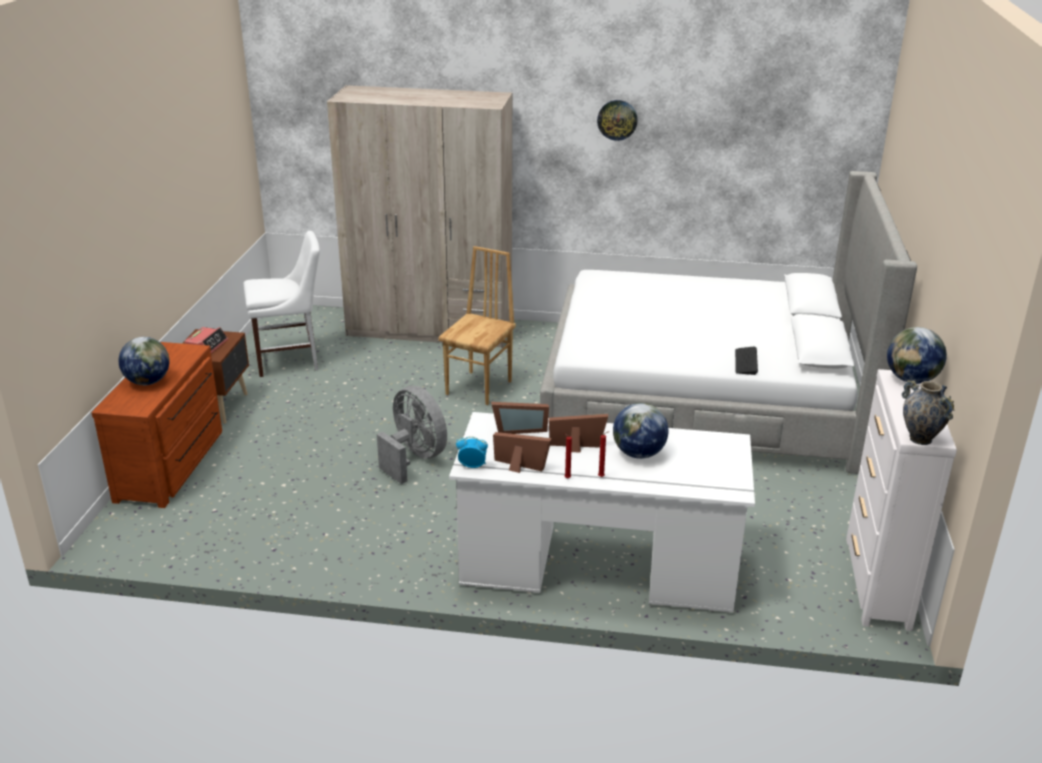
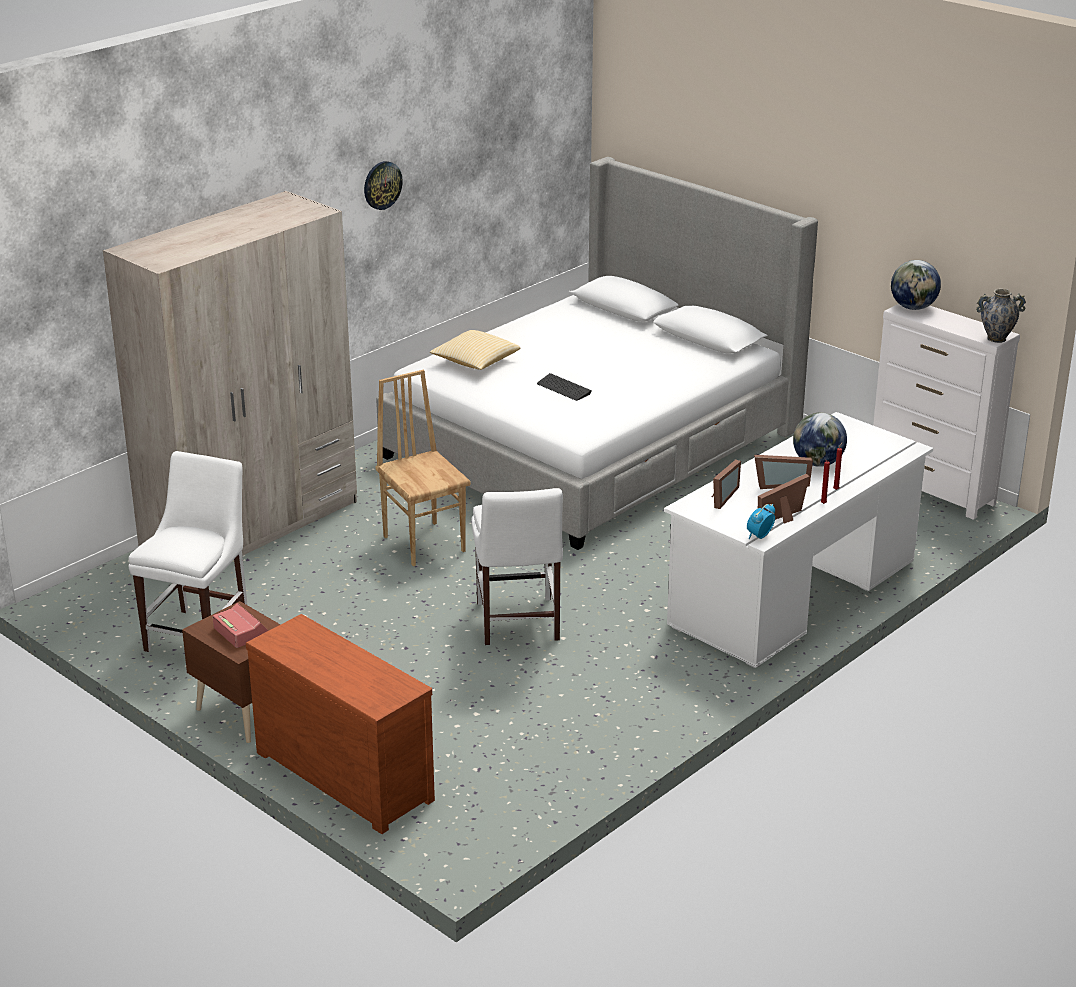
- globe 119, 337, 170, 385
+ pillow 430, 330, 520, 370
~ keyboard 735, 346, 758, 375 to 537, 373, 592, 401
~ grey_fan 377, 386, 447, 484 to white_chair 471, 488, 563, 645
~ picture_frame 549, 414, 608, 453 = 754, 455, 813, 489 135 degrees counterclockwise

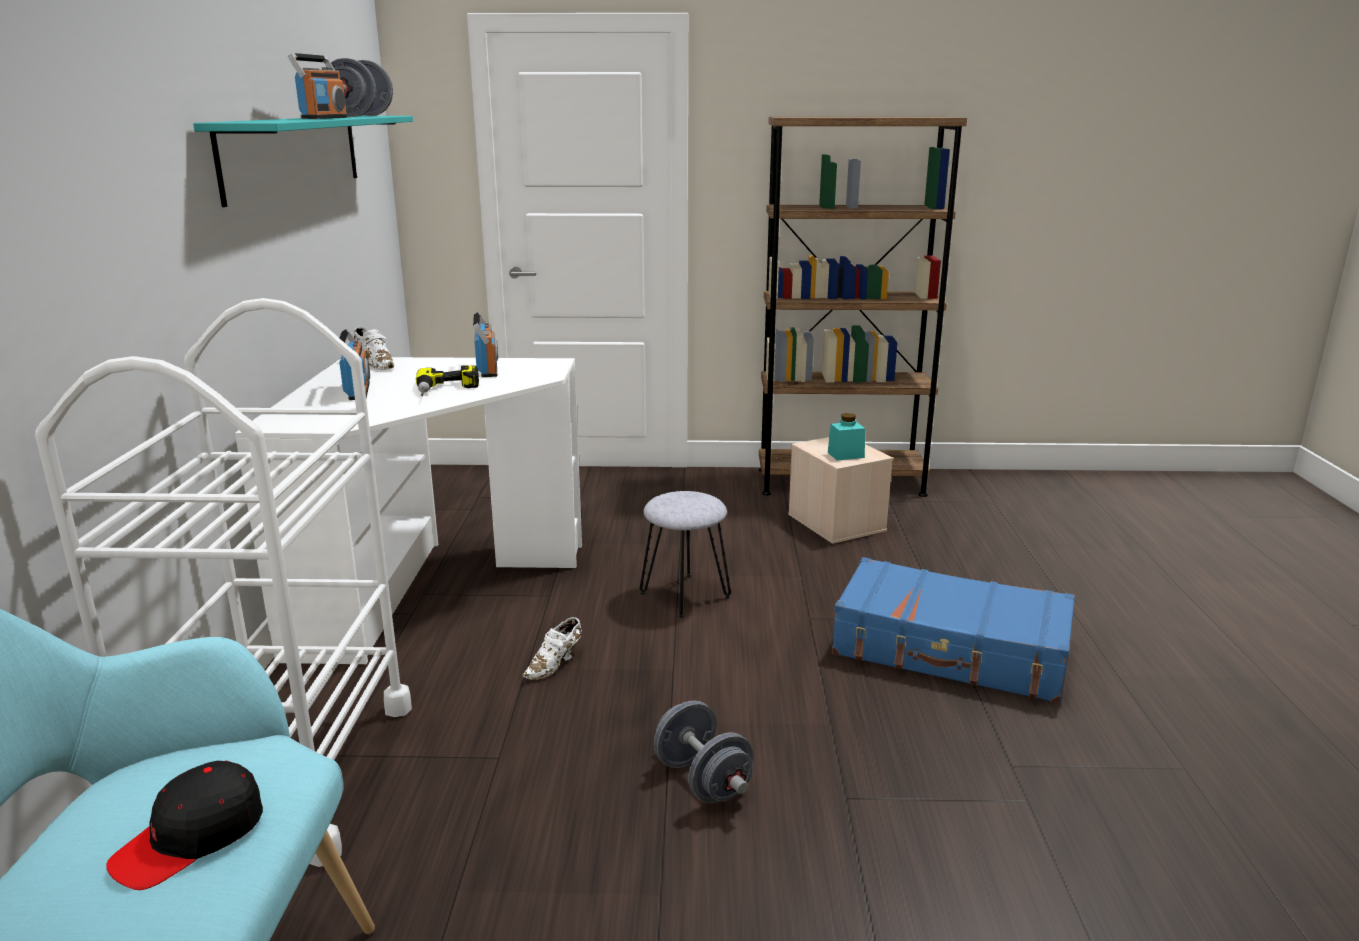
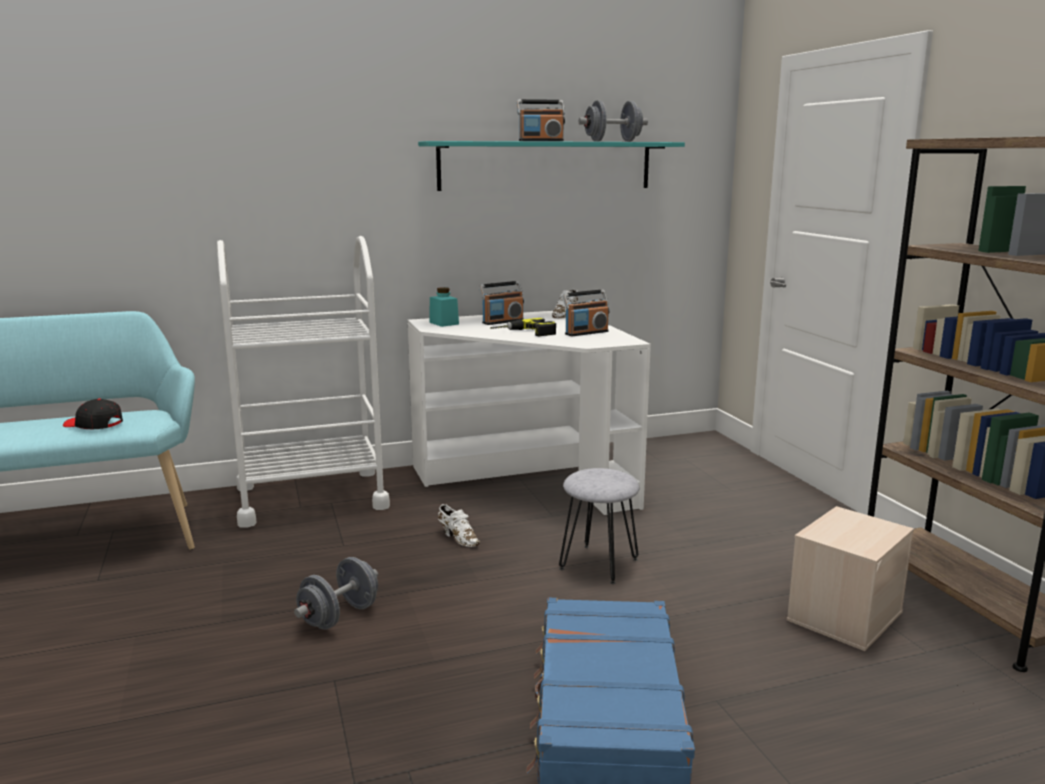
~ turquoise_jar 828, 413, 865, 461 to 429, 287, 459, 327
~ white_shoe 522, 617, 582, 680 = 438, 504, 480, 547 150 degrees counterclockwise

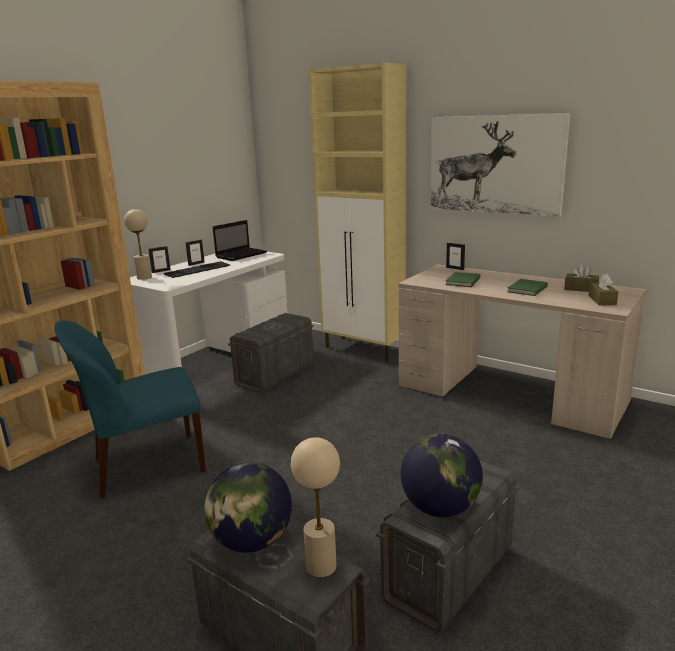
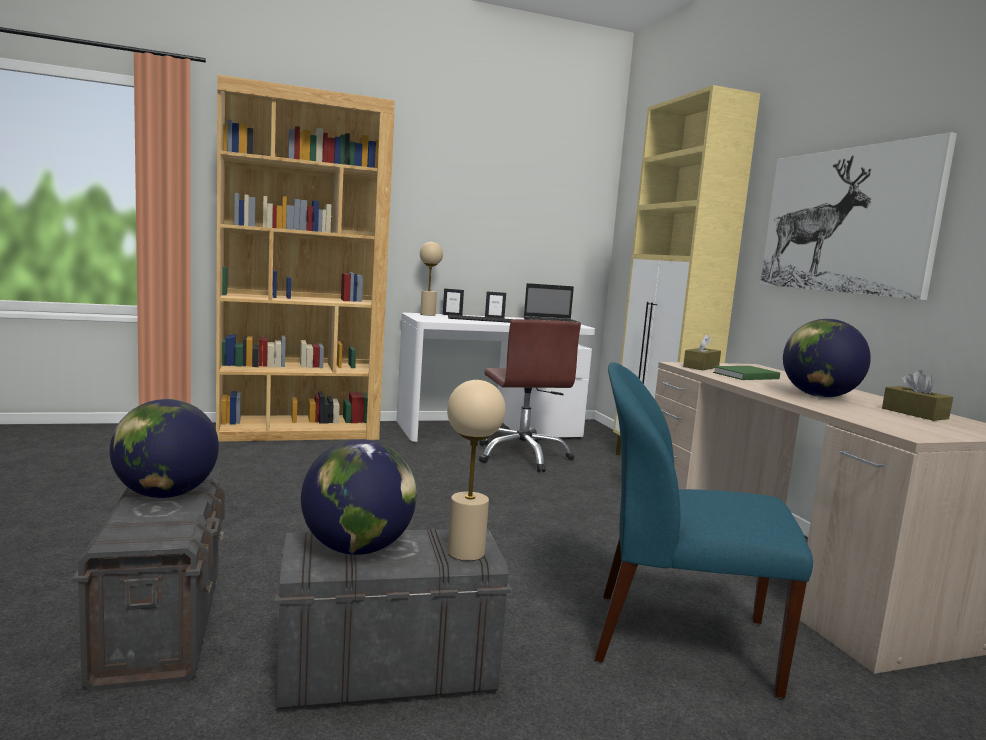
- picture_frame 446, 243, 465, 270
~ blue_chair 54, 321, 206, 498 to 595, 362, 813, 698
~ beige_table_lamp 291, 437, 340, 578 to 447, 380, 506, 561
~ brown_tissue_box 588, 274, 618, 305 to 683, 334, 721, 370
~ grey_storage_box 228, 313, 314, 393 to brown_office_chair 479, 319, 581, 472
~ green_book 507, 279, 548, 296 to globe 783, 319, 871, 398

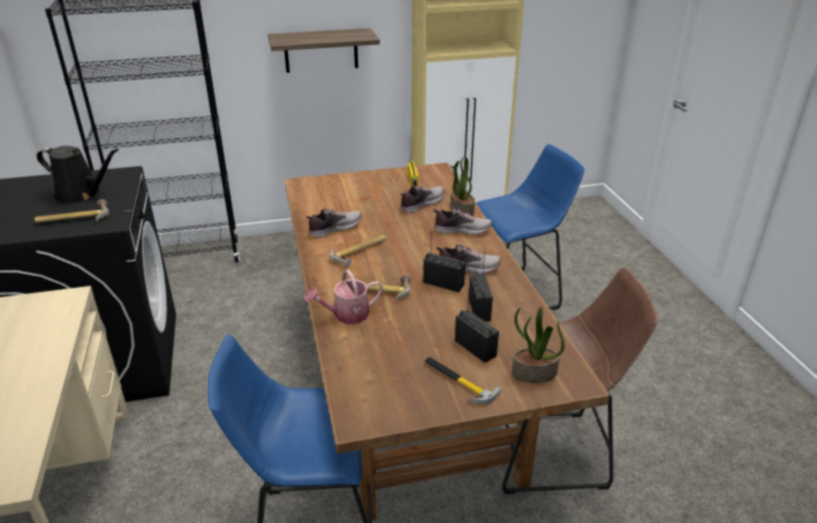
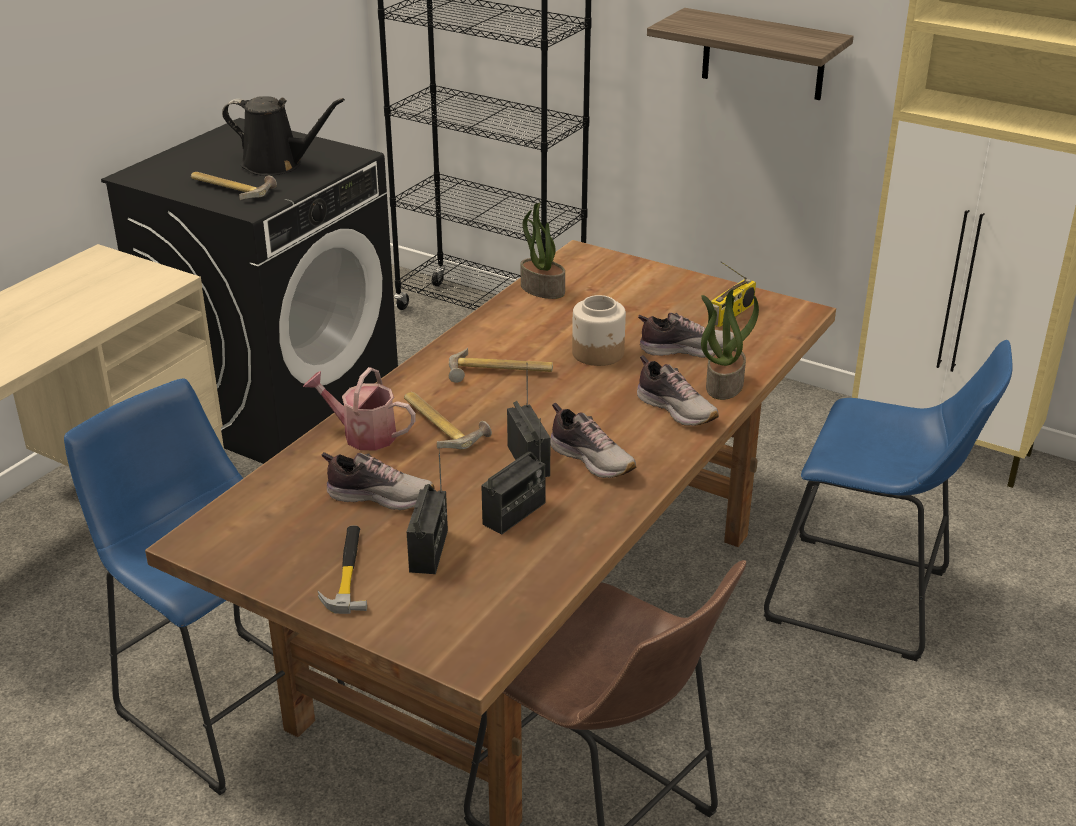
+ jar 572, 295, 626, 366
~ shoe 306, 209, 362, 238 to 322, 452, 434, 510
~ potted_plant 512, 307, 565, 383 to 521, 202, 565, 299
~ black_watering_can 37, 146, 119, 204 = 222, 96, 345, 176 45 degrees counterclockwise

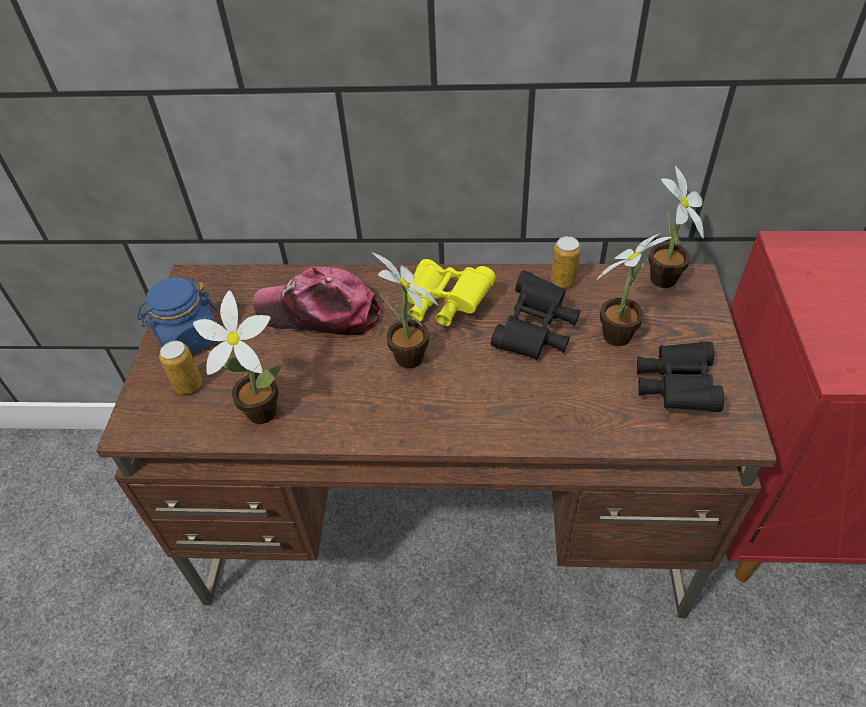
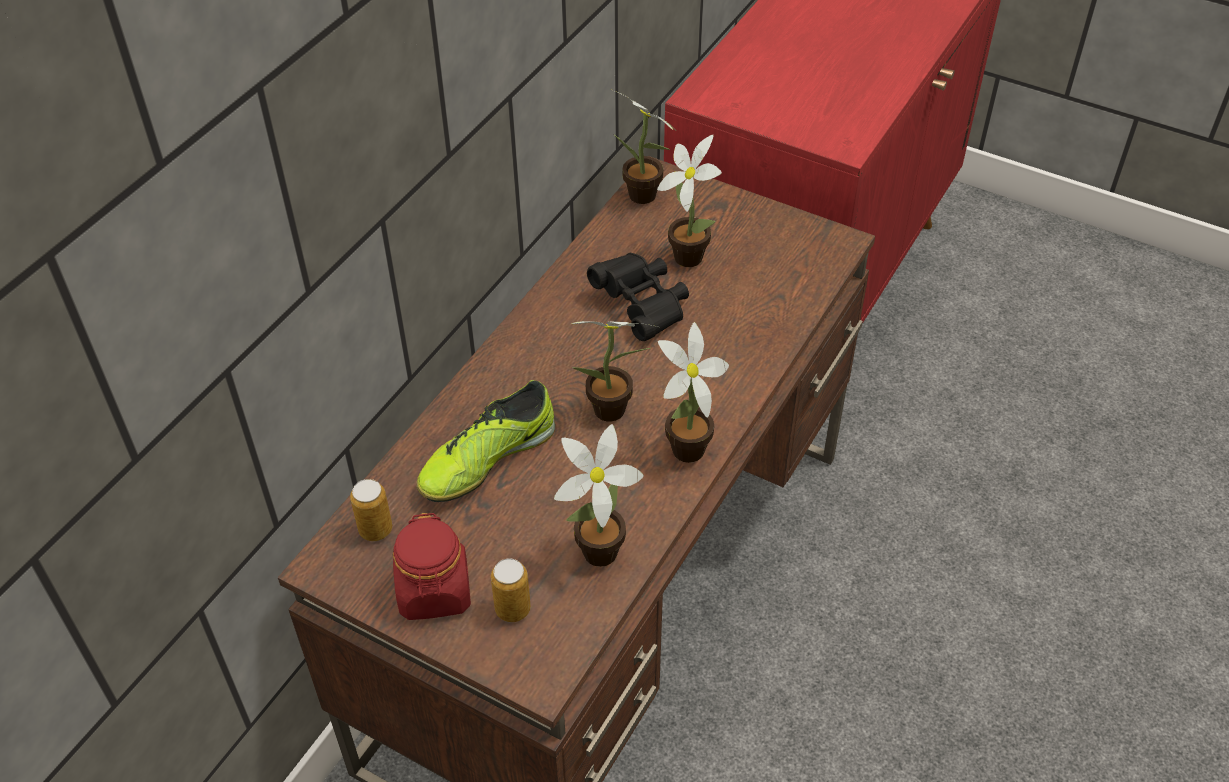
- yellow_binoculars 407, 259, 496, 326
- black_binoculars 637, 341, 724, 412
+ potted_plant 658, 322, 729, 463
~ can 551, 236, 581, 288 to 350, 479, 392, 541
~ cap 253, 266, 380, 336 to shoe 417, 380, 555, 502
~ blue_jar 137, 277, 217, 354 to red_jar 393, 513, 471, 620

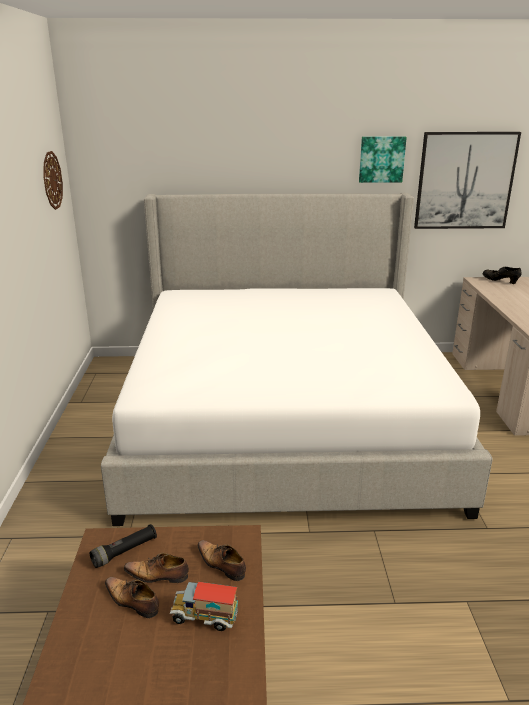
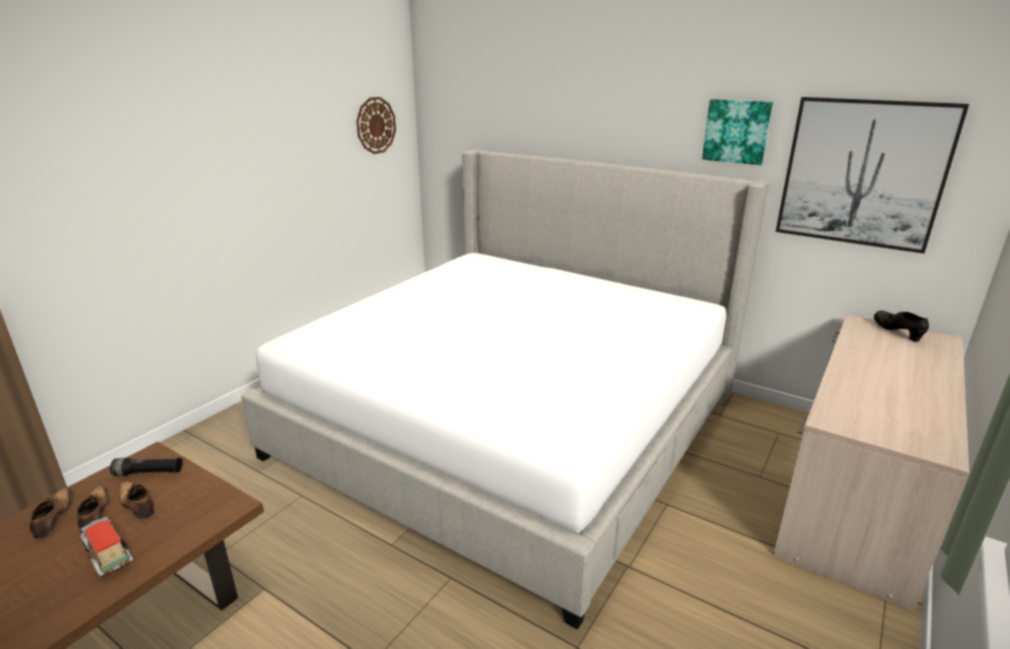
~ shoe 197, 540, 246, 581 to 30, 488, 72, 539

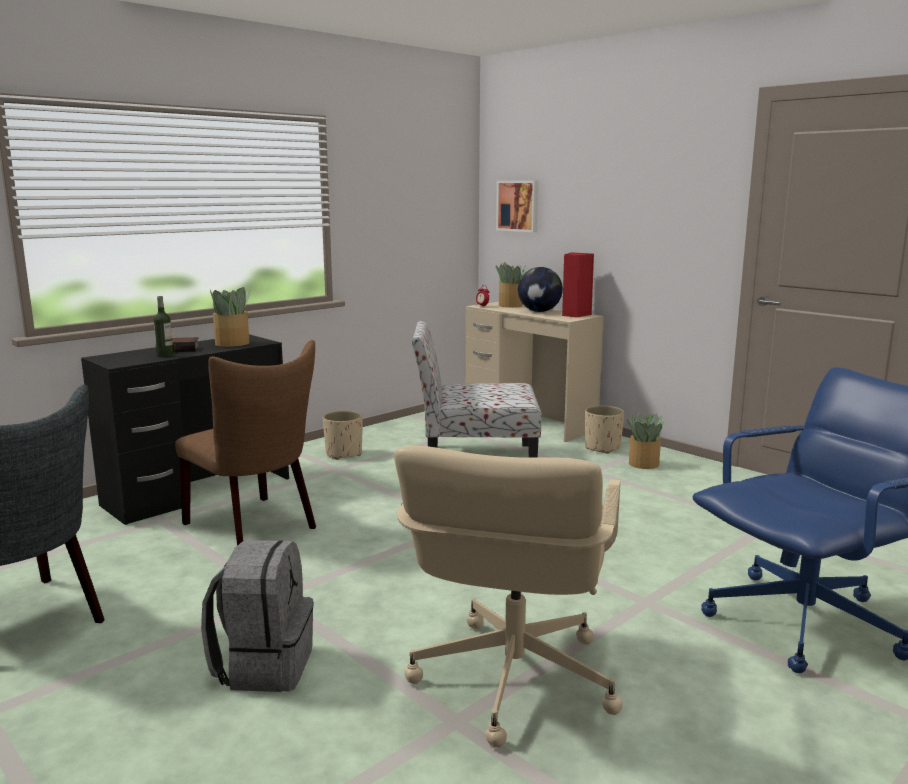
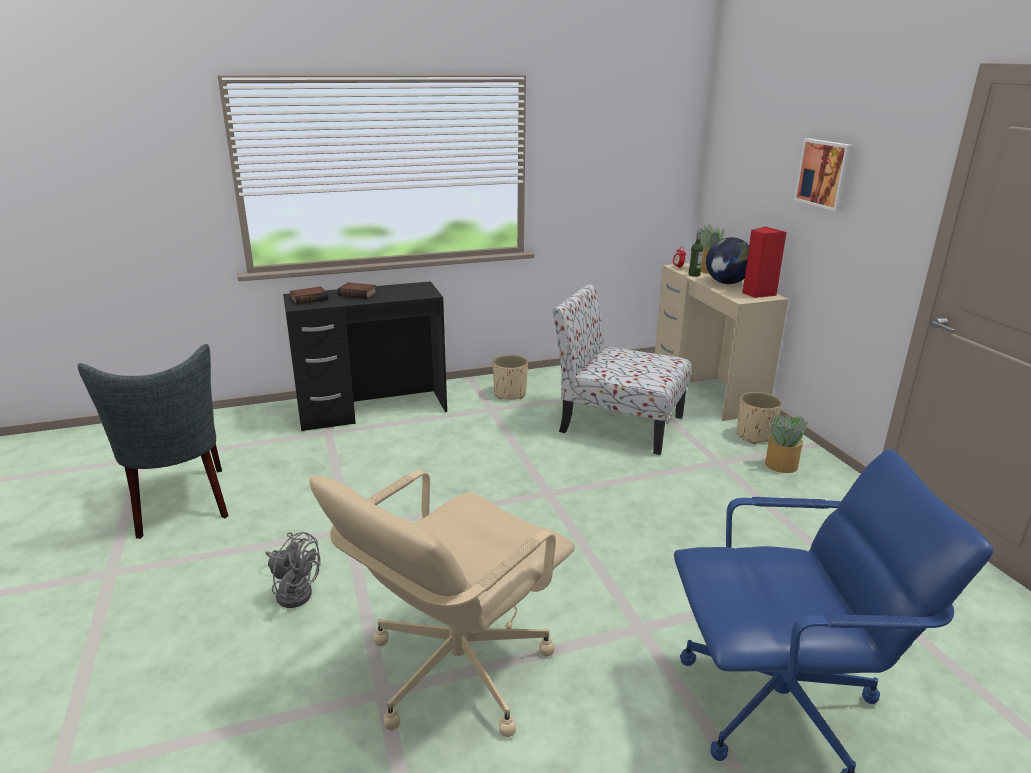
- brown_chair 175, 340, 316, 546
- potted_plant 210, 287, 253, 347
+ book 290, 287, 328, 305
~ bottle 154, 296, 174, 357 to 688, 231, 703, 277
~ picture 496, 181, 538, 232 to 794, 138, 854, 211
~ grey_backpack 201, 540, 314, 692 to grey_fan 265, 532, 321, 608

